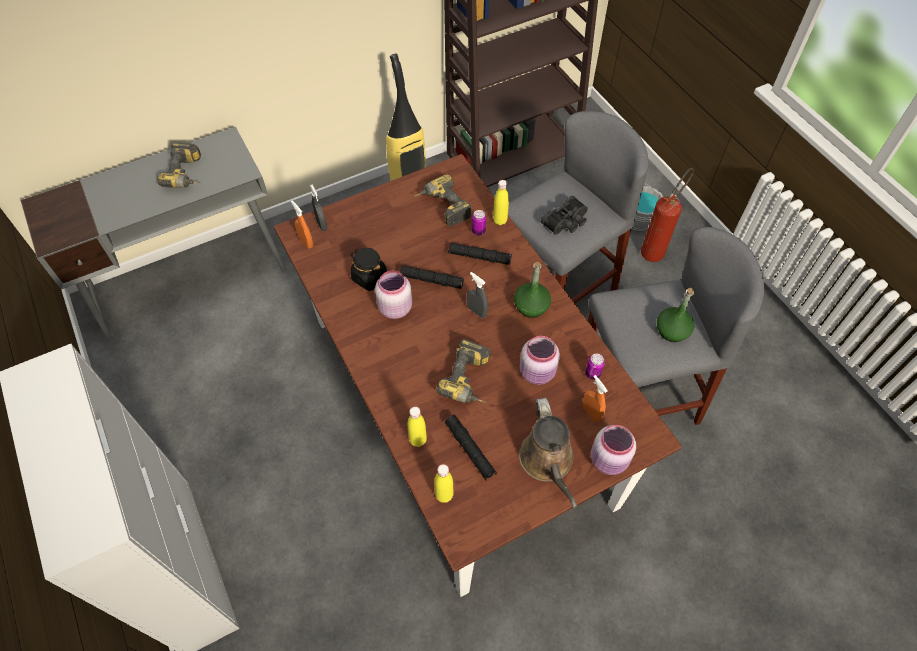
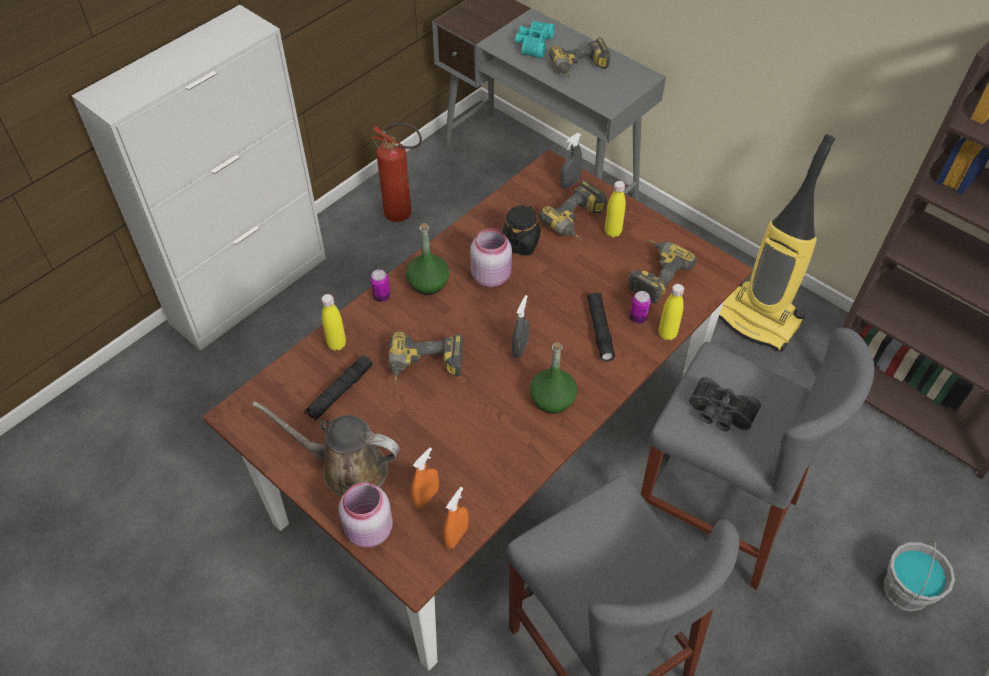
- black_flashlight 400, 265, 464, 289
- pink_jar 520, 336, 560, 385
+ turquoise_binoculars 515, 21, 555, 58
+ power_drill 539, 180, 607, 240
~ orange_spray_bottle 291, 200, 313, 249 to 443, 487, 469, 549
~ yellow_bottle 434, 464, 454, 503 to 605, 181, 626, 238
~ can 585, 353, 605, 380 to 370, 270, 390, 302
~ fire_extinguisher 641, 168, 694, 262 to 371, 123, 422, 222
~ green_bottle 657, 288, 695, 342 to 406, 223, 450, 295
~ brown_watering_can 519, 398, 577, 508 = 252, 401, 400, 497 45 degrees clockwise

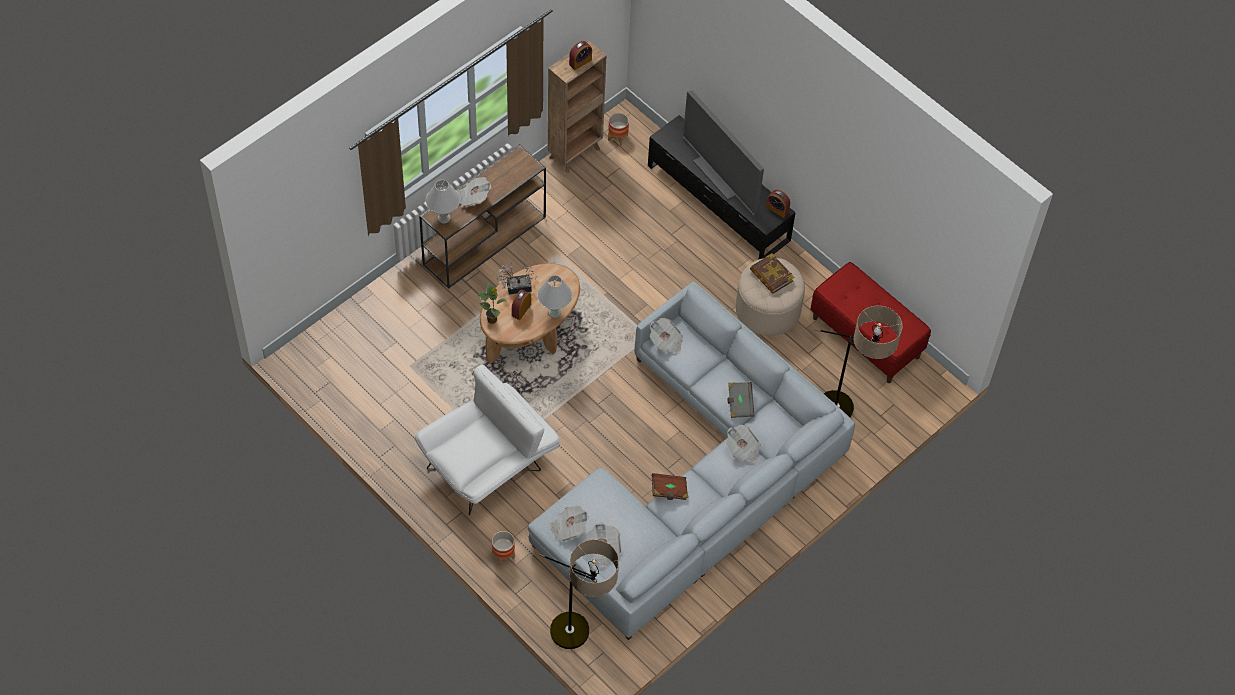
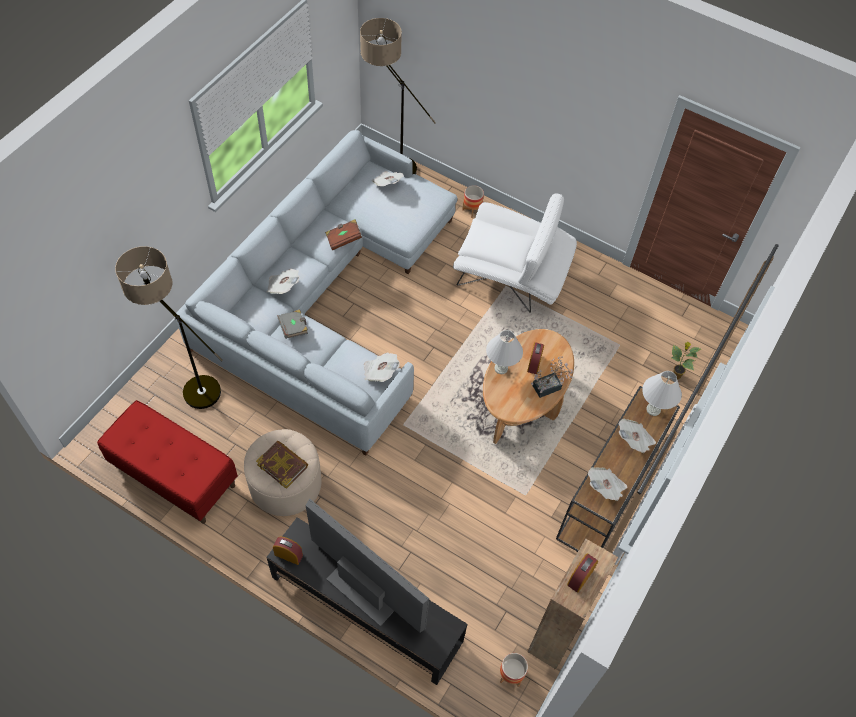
~ potted_plant 476, 282, 506, 324 to 672, 342, 701, 379
~ newspaper 549, 505, 589, 542 to 588, 467, 627, 501
~ white_armchair 415, 364, 560, 515 = 453, 193, 577, 313 105 degrees counterclockwise

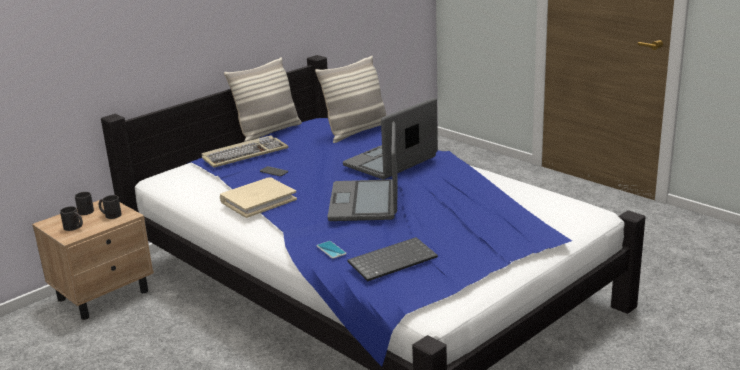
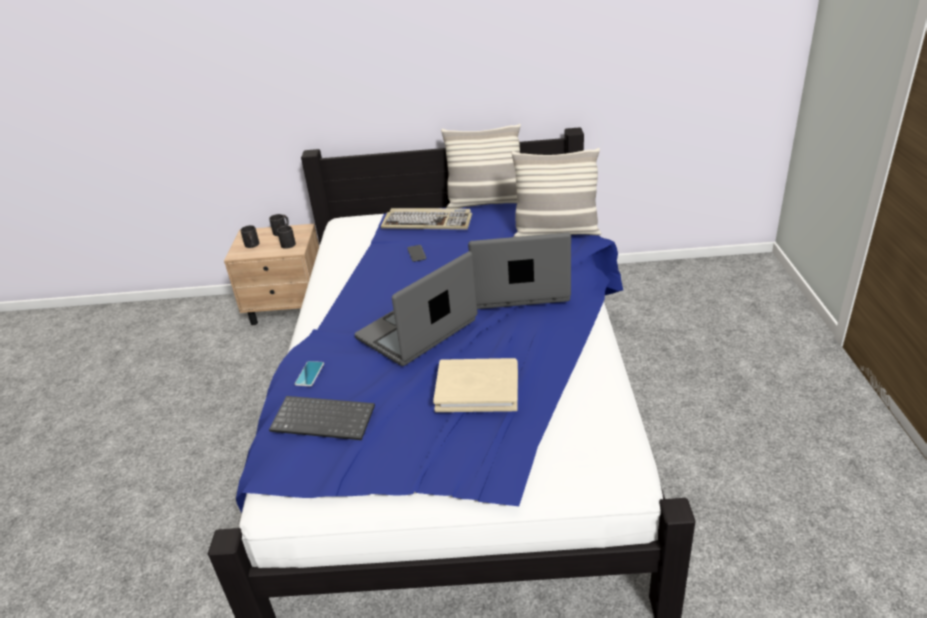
~ beige_book 220, 177, 297, 218 to 433, 358, 518, 412

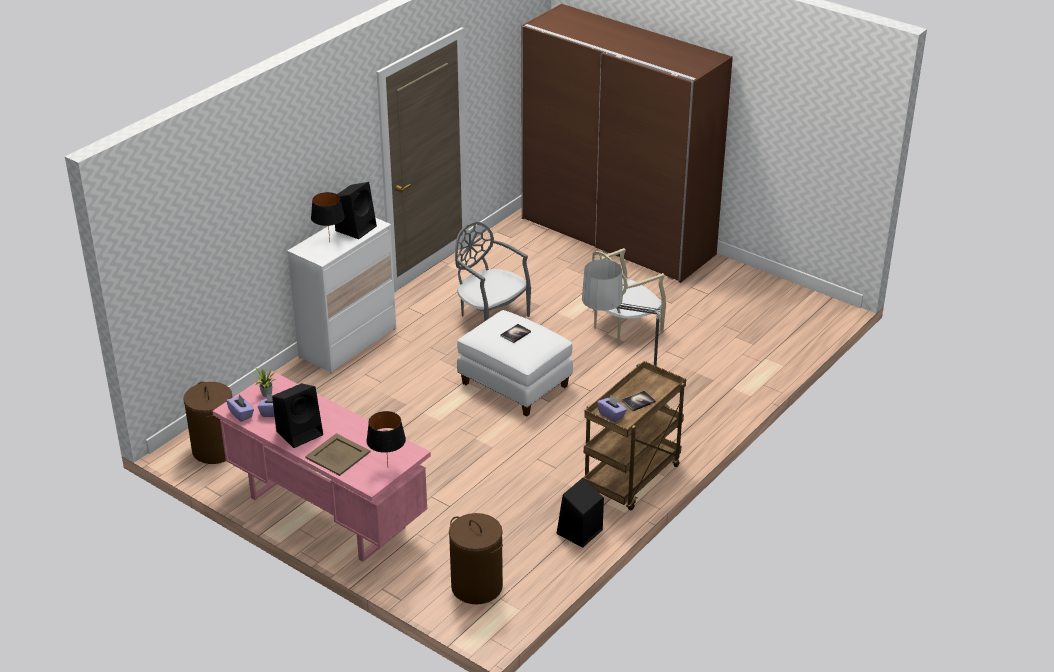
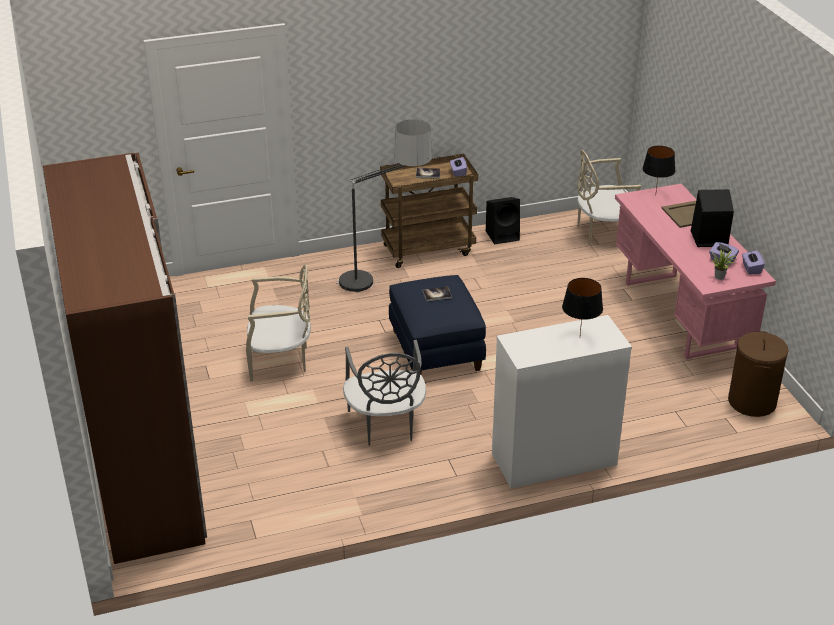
- black_speaker 335, 182, 377, 239
~ brown_laundry_basket 449, 513, 503, 604 to beige_chair 577, 150, 641, 245
~ white_ottoman 457, 310, 573, 417 to blue_ottoman 389, 275, 486, 374

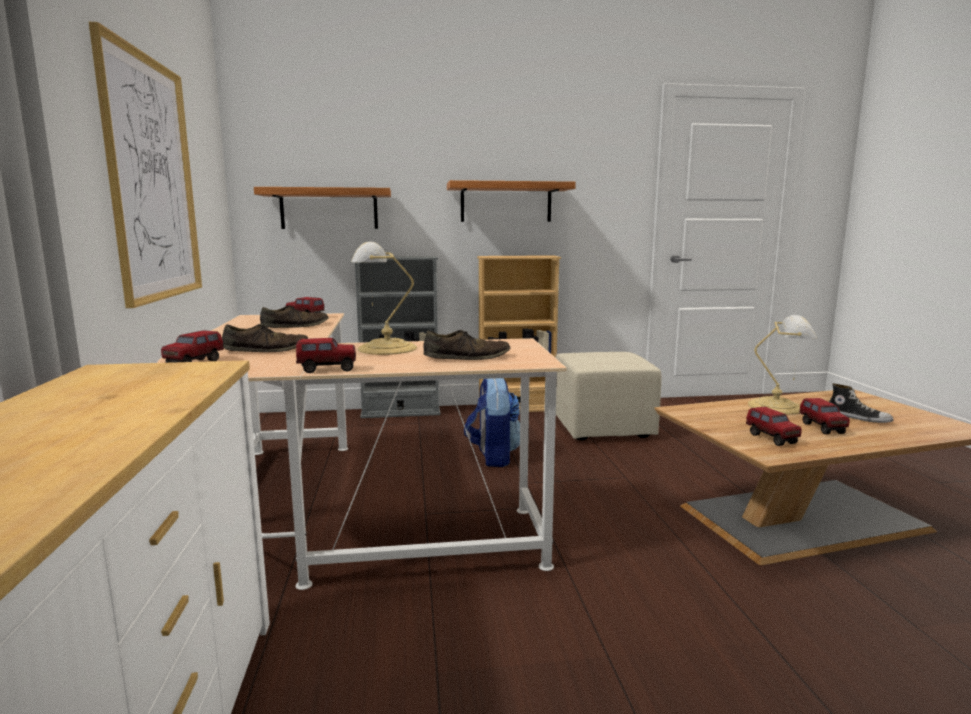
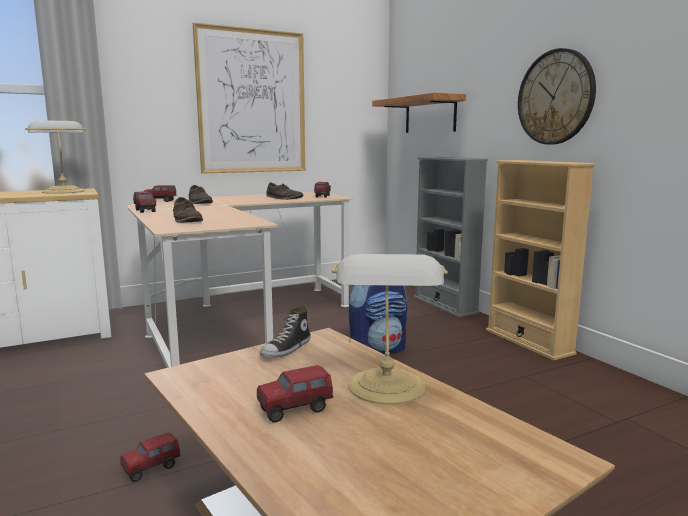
- beige_ottoman 556, 352, 662, 440
~ table_lamp 351, 242, 417, 355 to 25, 120, 87, 194
~ toy_truck 746, 406, 802, 446 to 120, 432, 181, 482
~ shoe 829, 383, 894, 423 to 260, 305, 311, 358
~ shelf 447, 180, 576, 222 to wall_clock 518, 48, 596, 145

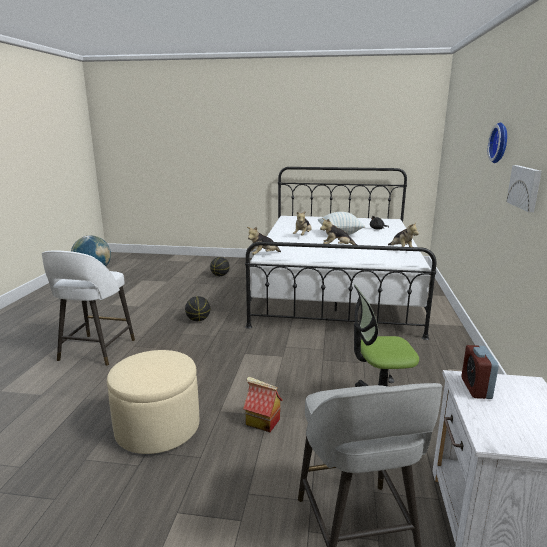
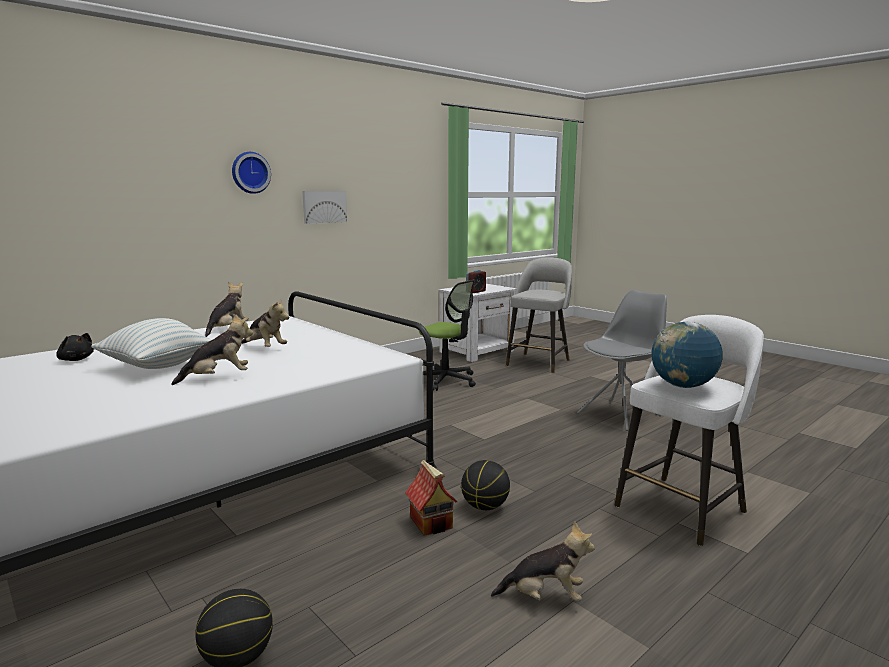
~ toy_house 243, 377, 282, 432 to 405, 459, 457, 536
~ plush_toy 247, 227, 281, 255 to 491, 521, 595, 601
~ beige_ottoman 107, 350, 200, 454 to grey_chair 577, 290, 667, 431

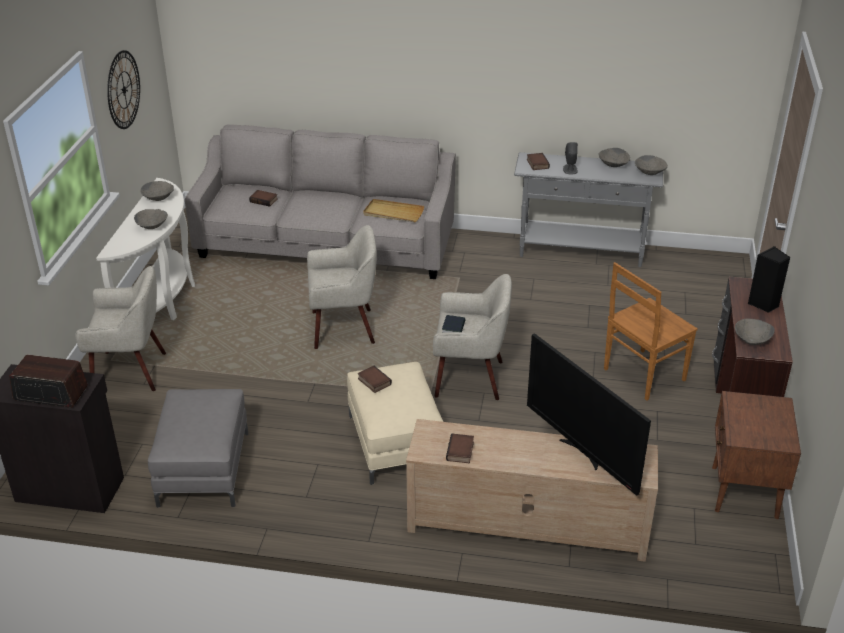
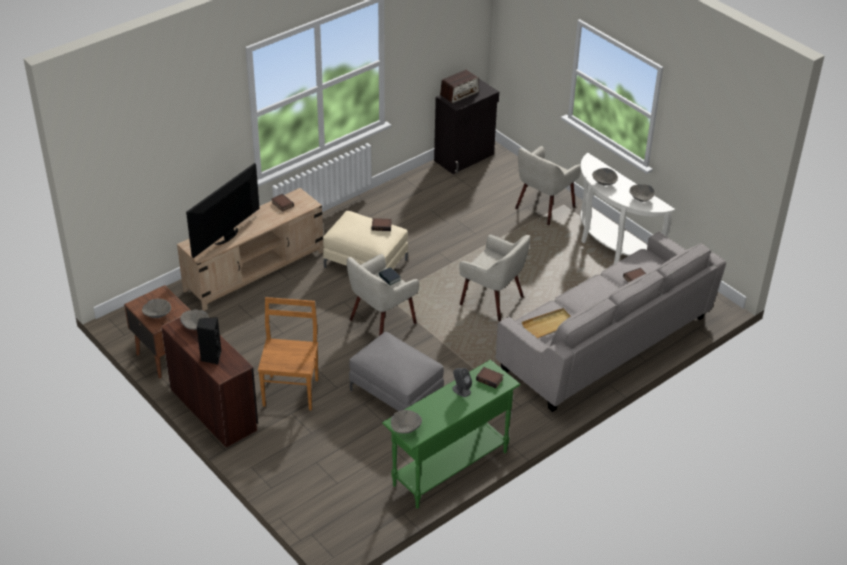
- wall_clock 107, 50, 140, 129
~ grey_ottoman 148, 389, 248, 508 to 349, 332, 444, 411
~ grey_bowl 598, 148, 630, 167 to 142, 298, 171, 318
~ grey_console_table 514, 152, 663, 267 to green_console_table 382, 360, 521, 509
~ beige_armchair 307, 225, 377, 349 = 459, 234, 530, 321 90 degrees counterclockwise
~ television 527, 333, 651, 496 = 186, 163, 260, 258 60 degrees counterclockwise

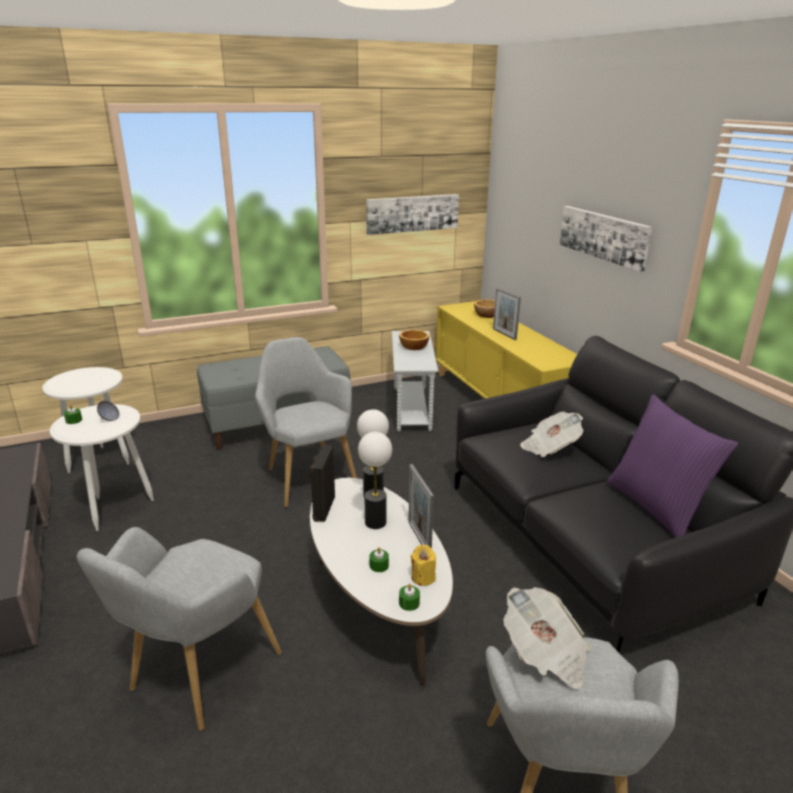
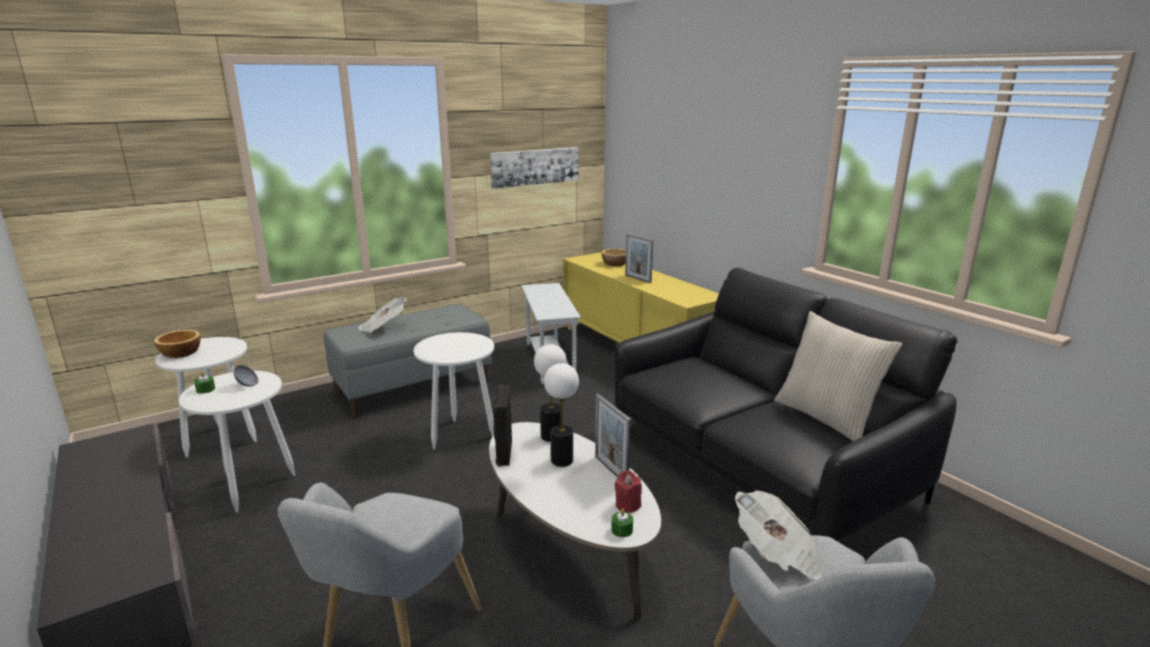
- green_candle 370, 547, 389, 572
- picture 560, 206, 652, 272
~ bowl 399, 330, 429, 350 to 154, 330, 201, 358
~ newspaper 520, 412, 583, 457 to 358, 297, 407, 333
~ grey_armchair 255, 337, 357, 507 to white_side_table 414, 332, 494, 449
~ yellow_candle 411, 545, 436, 586 to red_candle 615, 470, 642, 513
~ purple_pillow 607, 395, 738, 538 to beige_pillow 774, 311, 903, 441

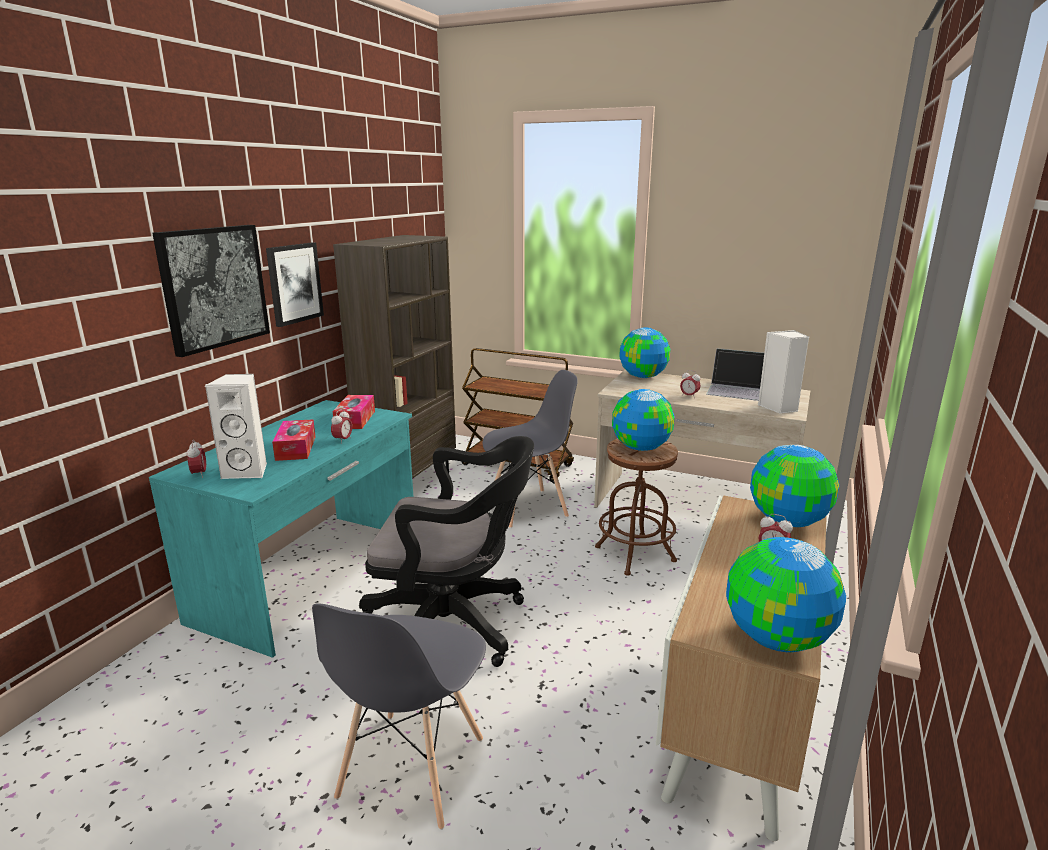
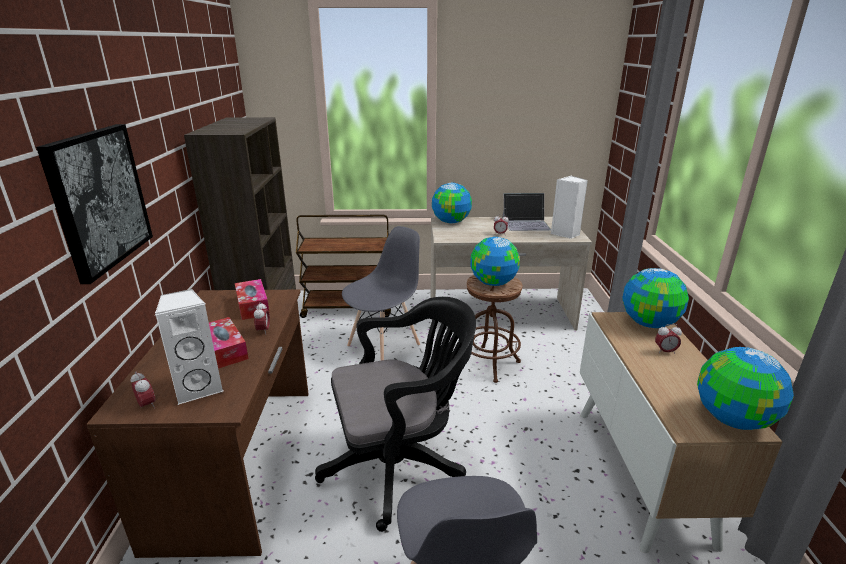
- picture 266, 242, 324, 327
~ turquoise_desk 149, 400, 413, 658 to brown_desk 86, 290, 309, 558

